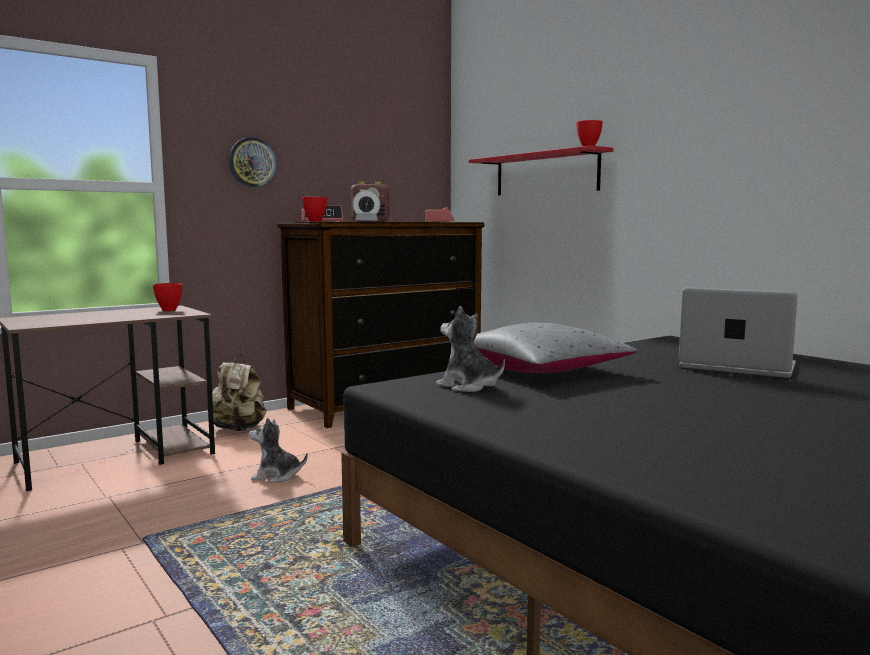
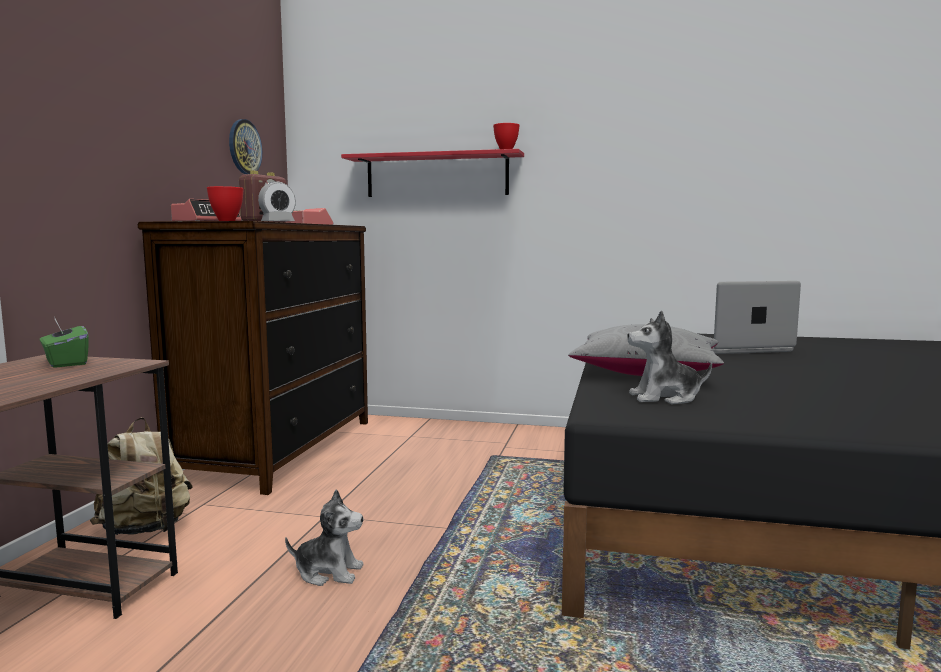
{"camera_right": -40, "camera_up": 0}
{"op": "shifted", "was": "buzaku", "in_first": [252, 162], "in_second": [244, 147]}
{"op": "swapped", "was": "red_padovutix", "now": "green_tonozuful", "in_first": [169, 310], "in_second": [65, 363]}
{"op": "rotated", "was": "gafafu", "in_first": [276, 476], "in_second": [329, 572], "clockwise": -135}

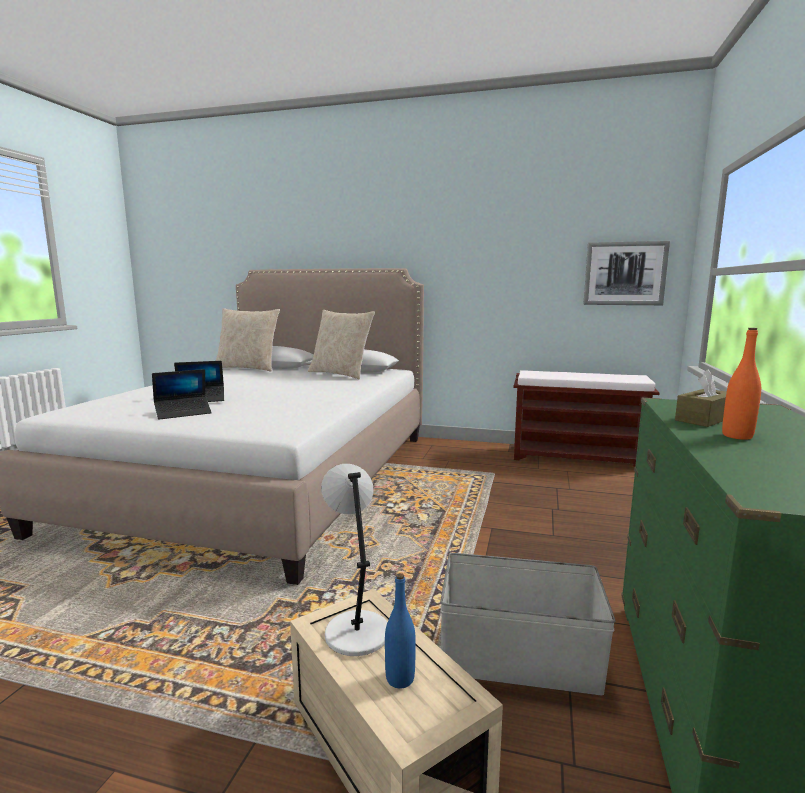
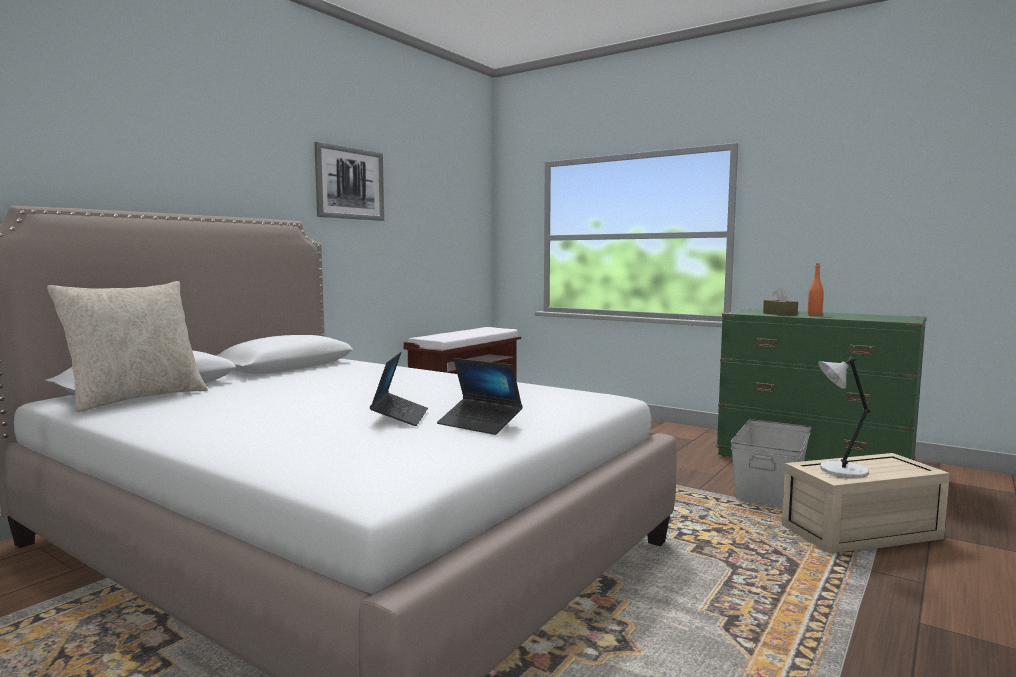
{"camera_right": -70, "camera_up": -5}
{"op": "shifted", "was": "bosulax", "in_first": [624, 273], "in_second": [350, 183]}
{"op": "gone", "was": "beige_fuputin", "in_first": [341, 374]}
{"op": "rotated", "was": "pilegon", "in_first": [183, 413], "in_second": [479, 424], "clockwise": 135}
{"op": "gone", "was": "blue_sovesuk", "in_first": [400, 678]}

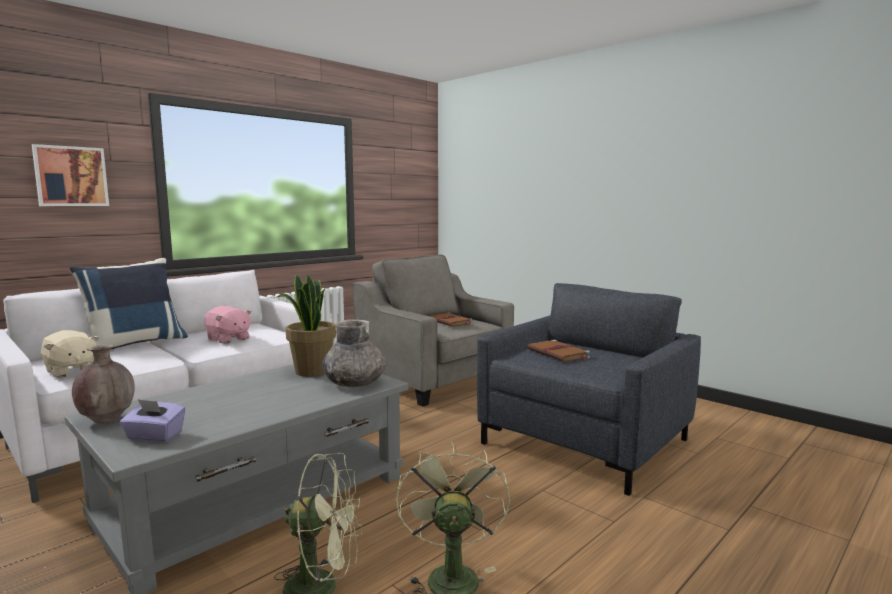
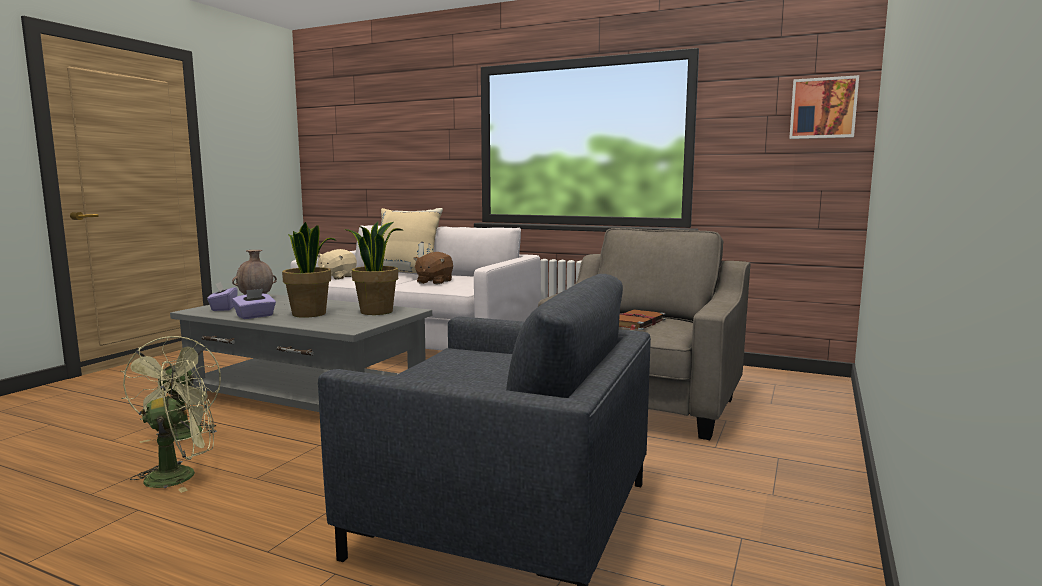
{"camera_right": 70, "camera_up": 0}
{"op": "shifted", "was": "bosulax", "in_first": [71, 176], "in_second": [823, 108]}
{"op": "repainted", "was": "blue_fuputin", "now": "beige_fuputin", "in_first": [135, 344], "in_second": [407, 273]}
{"op": "repainted", "was": "pink_gafafu", "now": "brown_gafafu", "in_first": [228, 339], "in_second": [434, 282]}
{"op": "gone", "was": "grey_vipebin", "in_first": [354, 383]}
{"op": "gone", "was": "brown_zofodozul", "in_first": [558, 354]}
{"op": "new", "now": "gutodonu", "in_second": [310, 314]}
{"op": "new", "now": "purple_tonozuful", "in_second": [255, 316]}

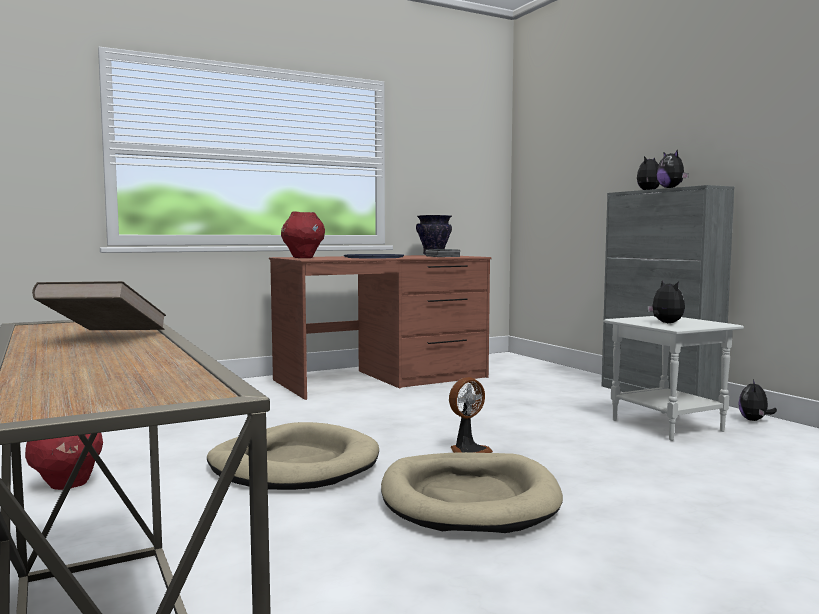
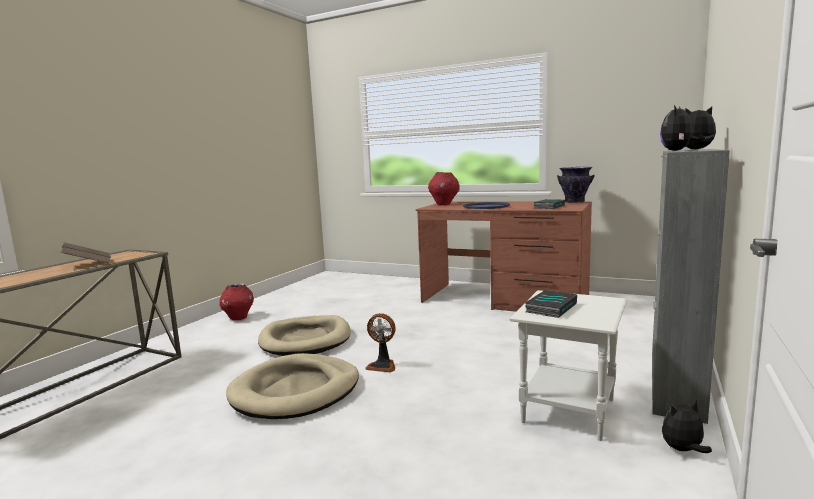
{"camera_right": 55, "camera_up": 5}
{"op": "swapped", "was": "gafafu", "now": "zofodozul", "in_first": [665, 323], "in_second": [550, 307]}

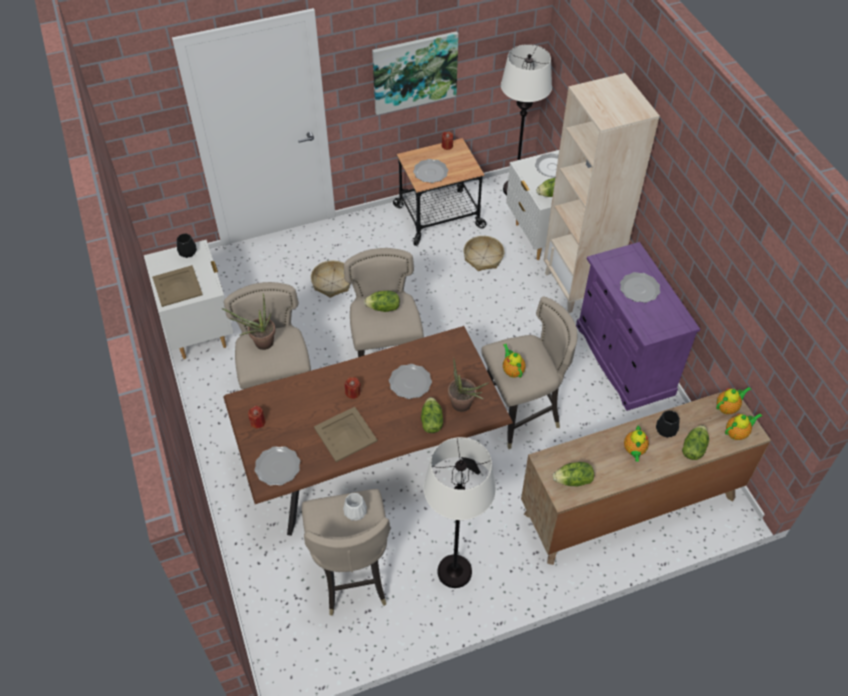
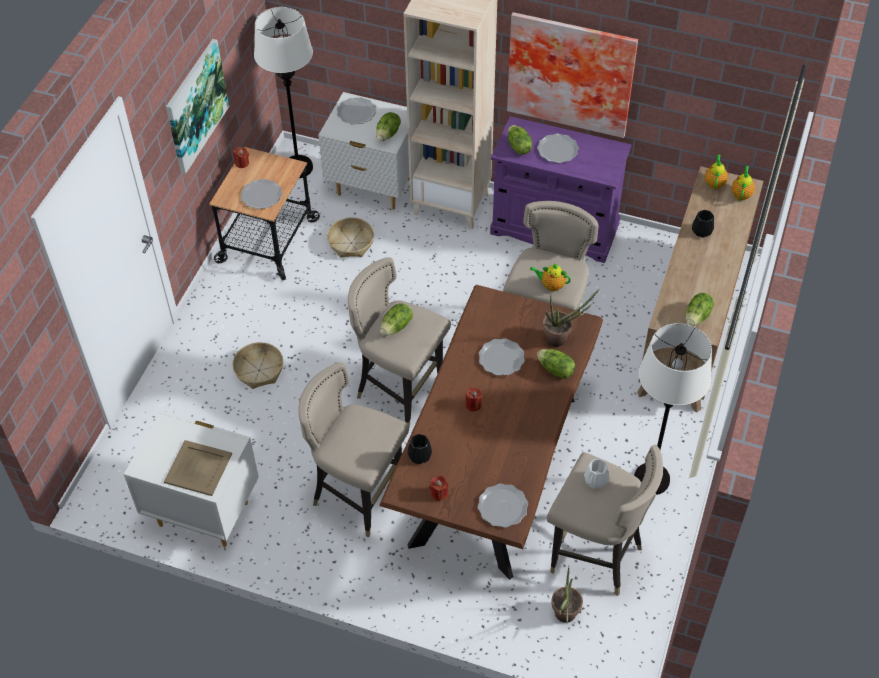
{"camera_right": -50, "camera_up": 0}
{"op": "shifted", "was": "black_vipebin", "in_first": [187, 253], "in_second": [420, 456]}
{"op": "shifted", "was": "gutodonu", "in_first": [260, 344], "in_second": [564, 617]}
{"op": "gone", "was": "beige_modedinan", "in_first": [346, 434]}
{"op": "gone", "was": "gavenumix", "in_first": [634, 451]}
{"op": "shifted", "was": "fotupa", "in_first": [693, 448], "in_second": [518, 147]}
{"op": "new", "now": "bosulax", "in_second": [571, 72]}

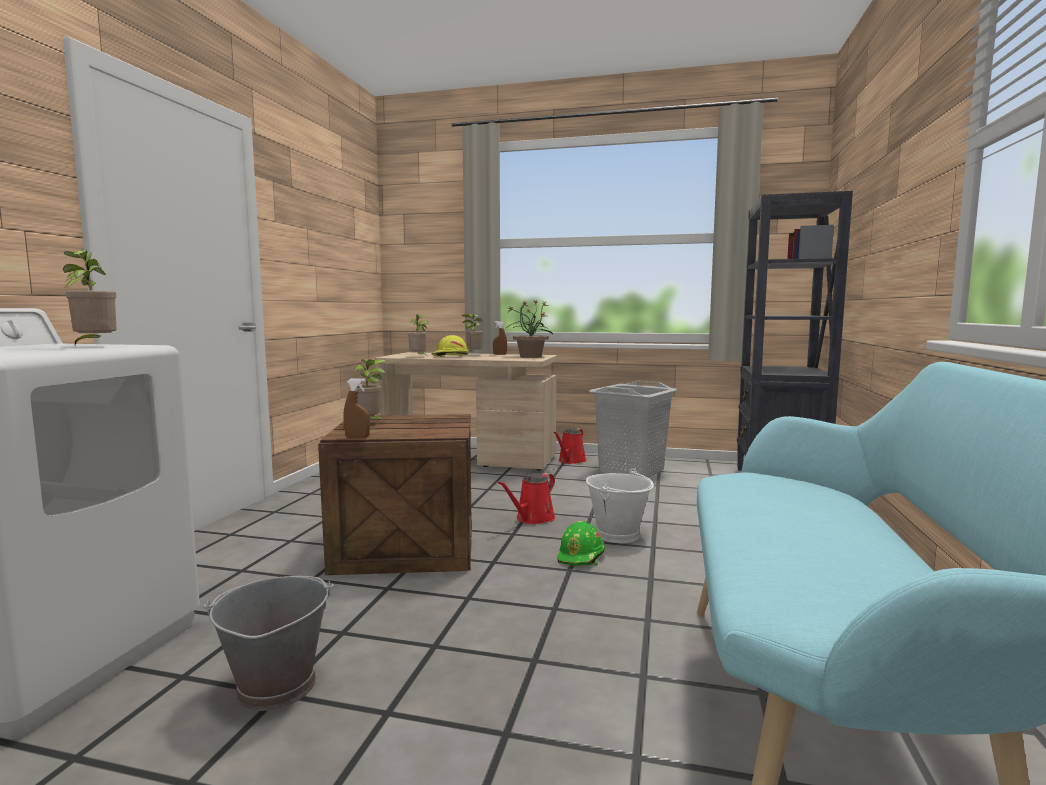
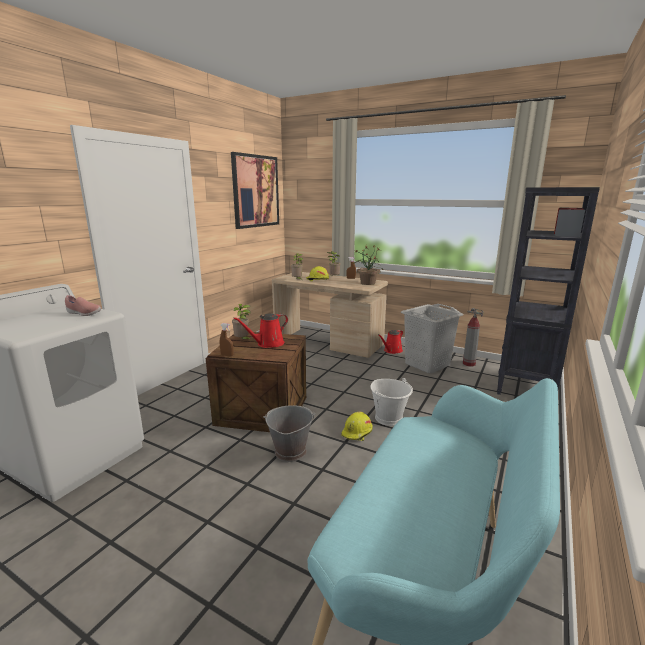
{"camera_right": 15, "camera_up": 10}
{"op": "swapped", "was": "gutodonu", "now": "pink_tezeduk", "in_first": [94, 346], "in_second": [83, 313]}
{"op": "shifted", "was": "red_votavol", "in_first": [532, 519], "in_second": [268, 344]}
{"op": "repainted", "was": "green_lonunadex", "now": "yellow_lonunadex", "in_first": [581, 556], "in_second": [357, 432]}
{"op": "shifted", "was": "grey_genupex", "in_first": [275, 686], "in_second": [290, 451]}
{"op": "new", "now": "bosulax", "in_second": [255, 191]}
{"op": "new", "now": "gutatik", "in_second": [468, 364]}

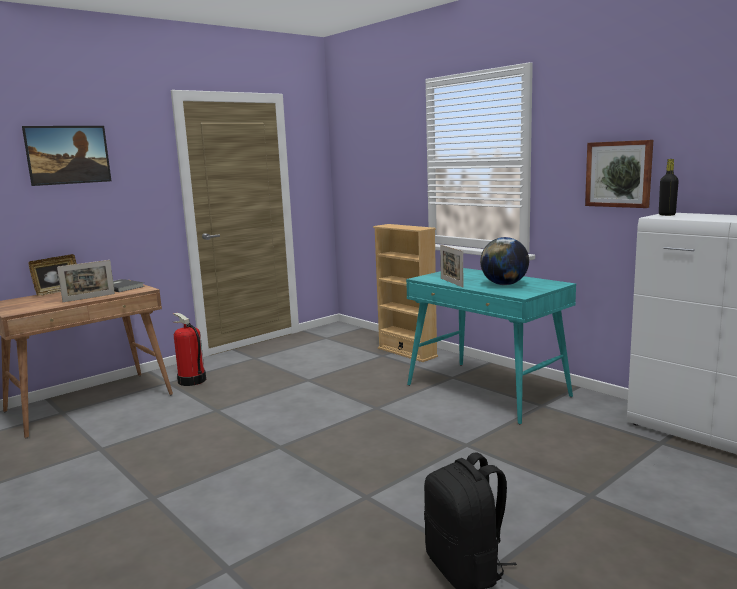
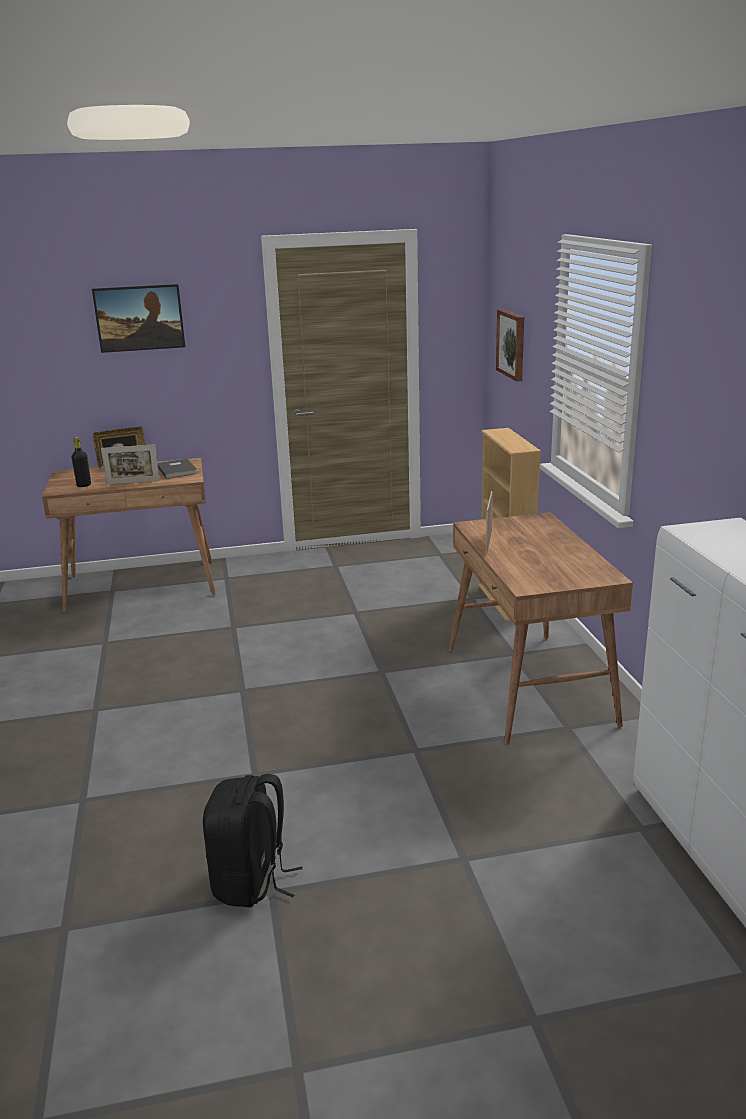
{"camera_right": 30, "camera_up": 10}
{"op": "shifted", "was": "bosulax", "in_first": [619, 174], "in_second": [512, 344]}
{"op": "shifted", "was": "black_sovesuk", "in_first": [667, 215], "in_second": [84, 485]}
{"op": "gone", "was": "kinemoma", "in_first": [504, 284]}
{"op": "repainted", "was": "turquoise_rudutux", "now": "brown_rudutux", "in_first": [488, 391], "in_second": [529, 686]}
{"op": "gone", "was": "gutatik", "in_first": [191, 381]}

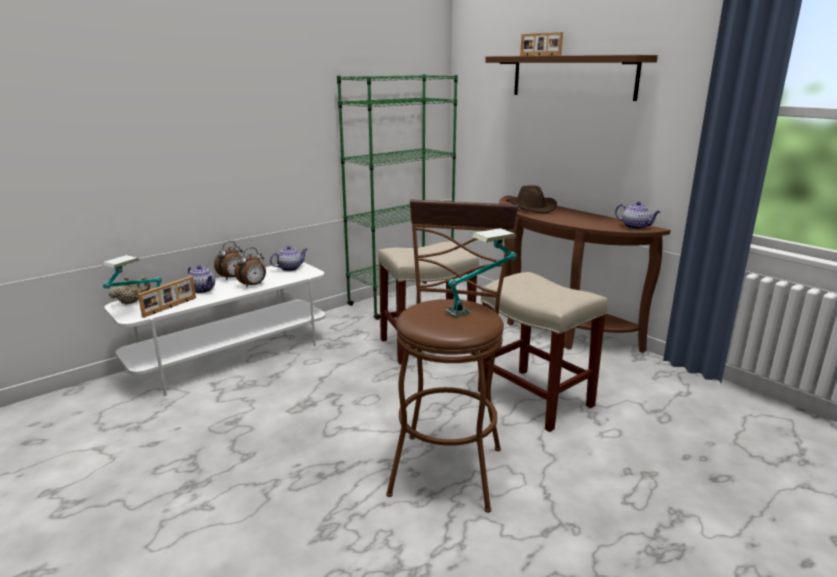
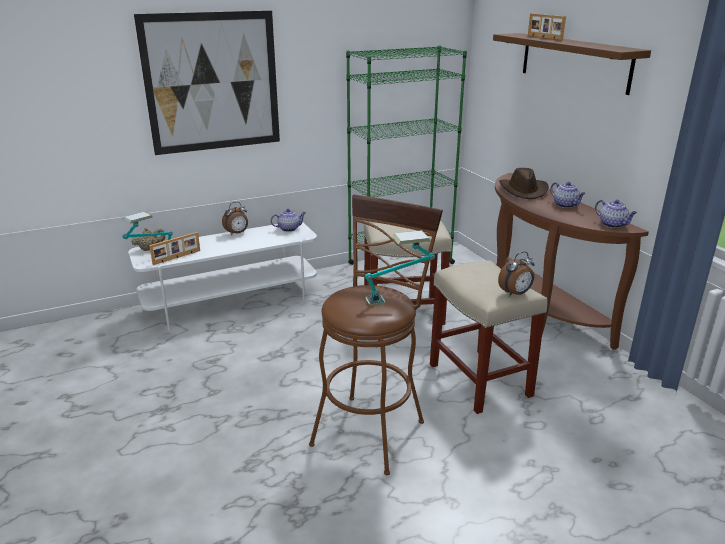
{"camera_right": 15, "camera_up": 5}
{"op": "shifted", "was": "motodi", "in_first": [253, 285], "in_second": [515, 294]}
{"op": "shifted", "was": "gavenumix", "in_first": [203, 290], "in_second": [566, 205]}
{"op": "new", "now": "bosulax", "in_second": [212, 83]}

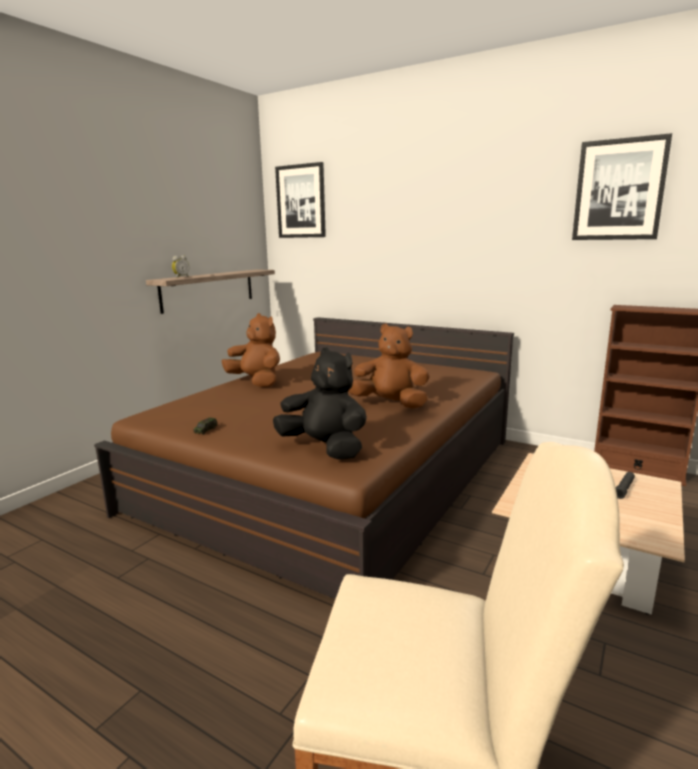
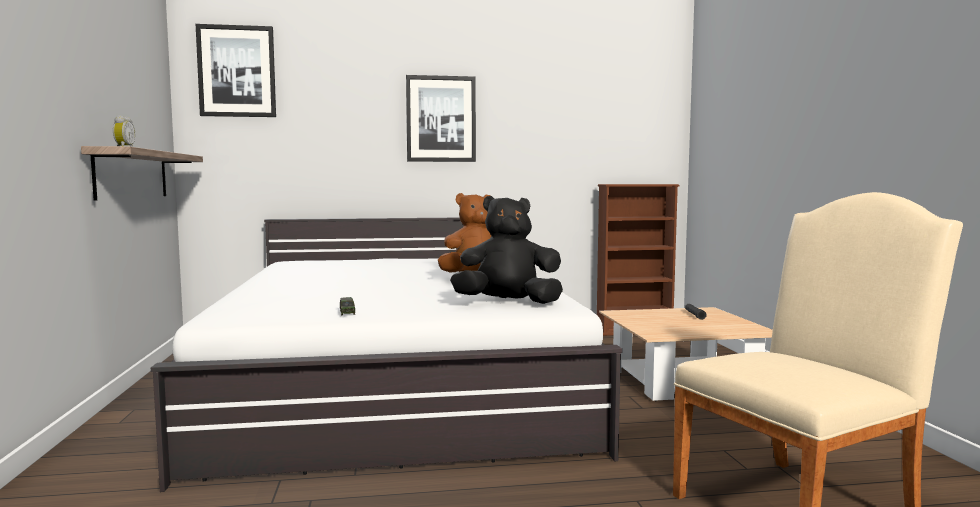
{"camera_right": -40, "camera_up": -10}
{"op": "shifted", "was": "bosulax", "in_first": [619, 190], "in_second": [441, 119]}
{"op": "gone", "was": "brown_gafafu", "in_first": [256, 382]}
{"op": "repainted", "was": "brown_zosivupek", "now": "white_zosivupek", "in_first": [335, 474], "in_second": [398, 384]}

